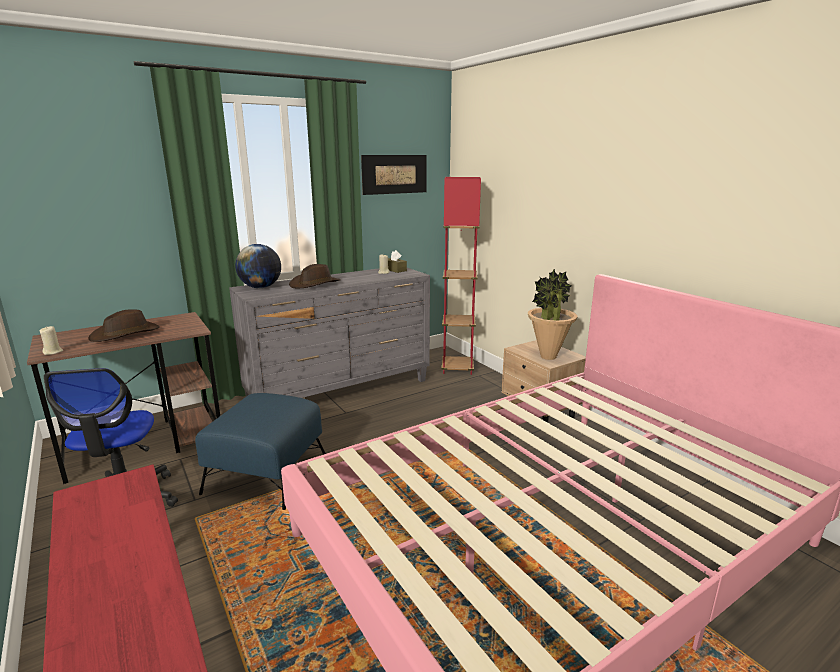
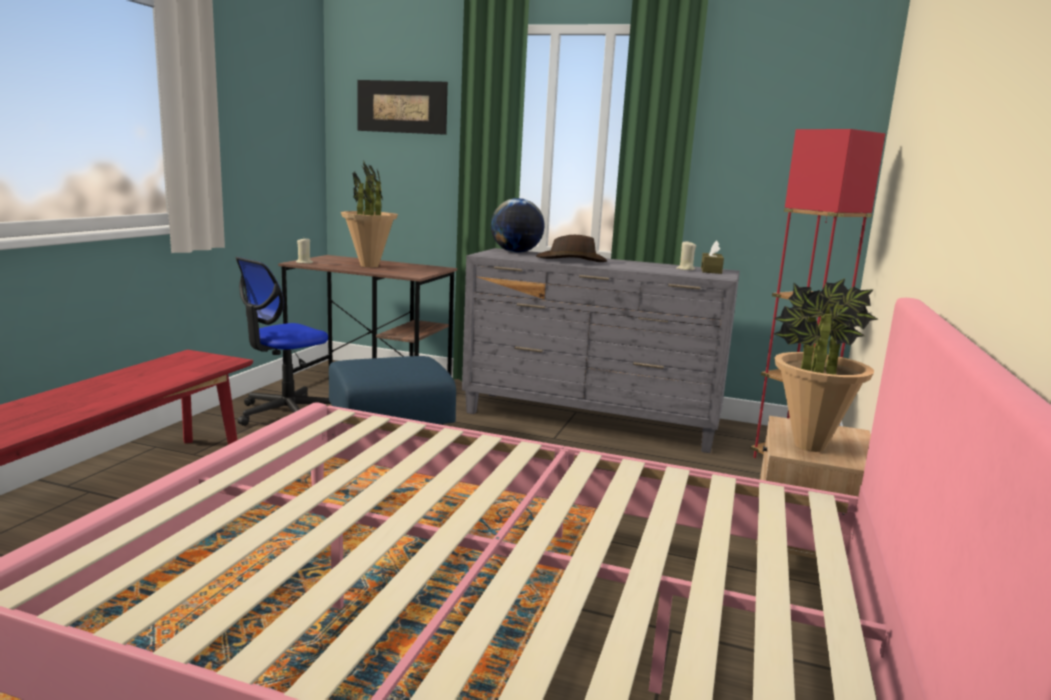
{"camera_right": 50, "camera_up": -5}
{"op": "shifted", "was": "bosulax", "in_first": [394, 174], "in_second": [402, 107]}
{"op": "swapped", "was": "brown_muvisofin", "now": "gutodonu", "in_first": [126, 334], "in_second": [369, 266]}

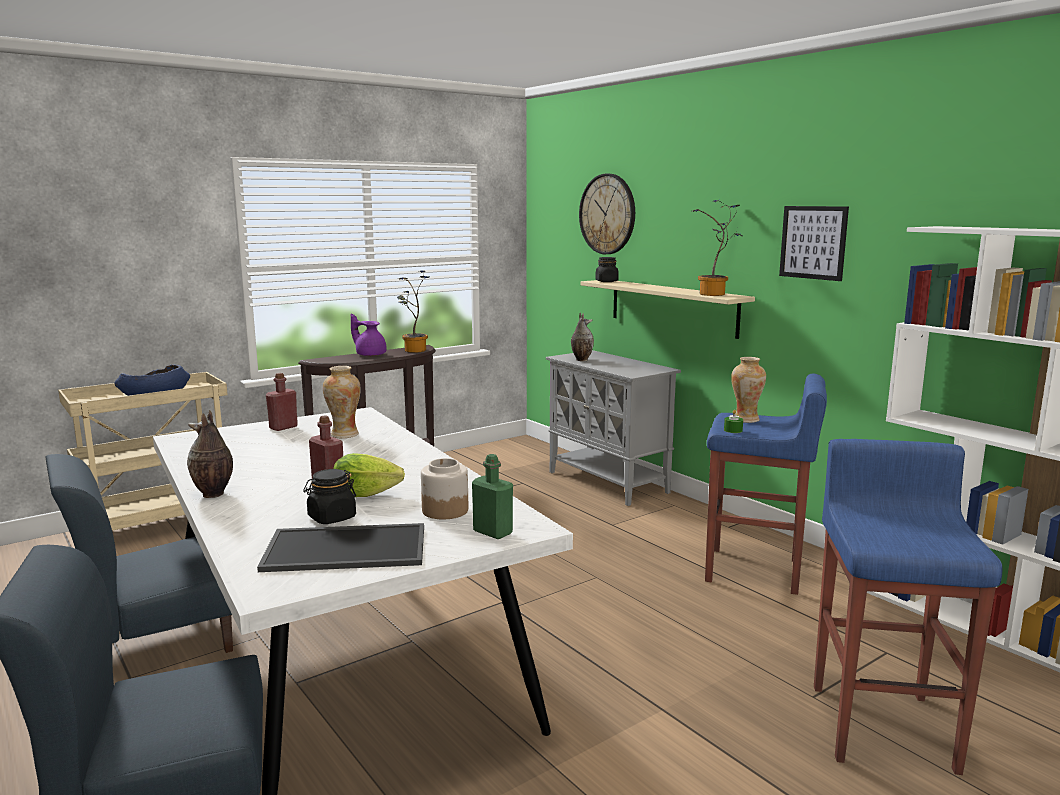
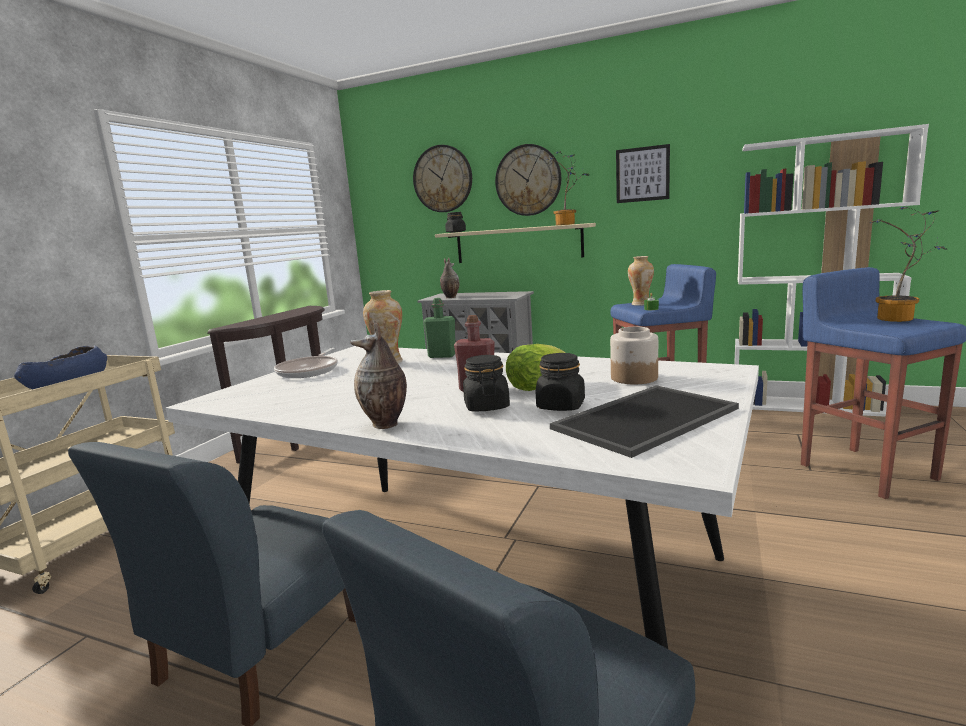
{"camera_right": -30, "camera_up": 0}
{"op": "shifted", "was": "gutodonu", "in_first": [413, 351], "in_second": [899, 319]}
{"op": "gone", "was": "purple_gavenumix", "in_first": [370, 355]}
{"op": "swapped", "was": "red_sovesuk", "now": "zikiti", "in_first": [283, 427], "in_second": [310, 371]}
{"op": "shifted", "was": "green_sovesuk", "in_first": [492, 532], "in_second": [442, 356]}
{"op": "new", "now": "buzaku", "in_second": [528, 180]}
{"op": "new", "now": "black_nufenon", "in_second": [486, 406]}

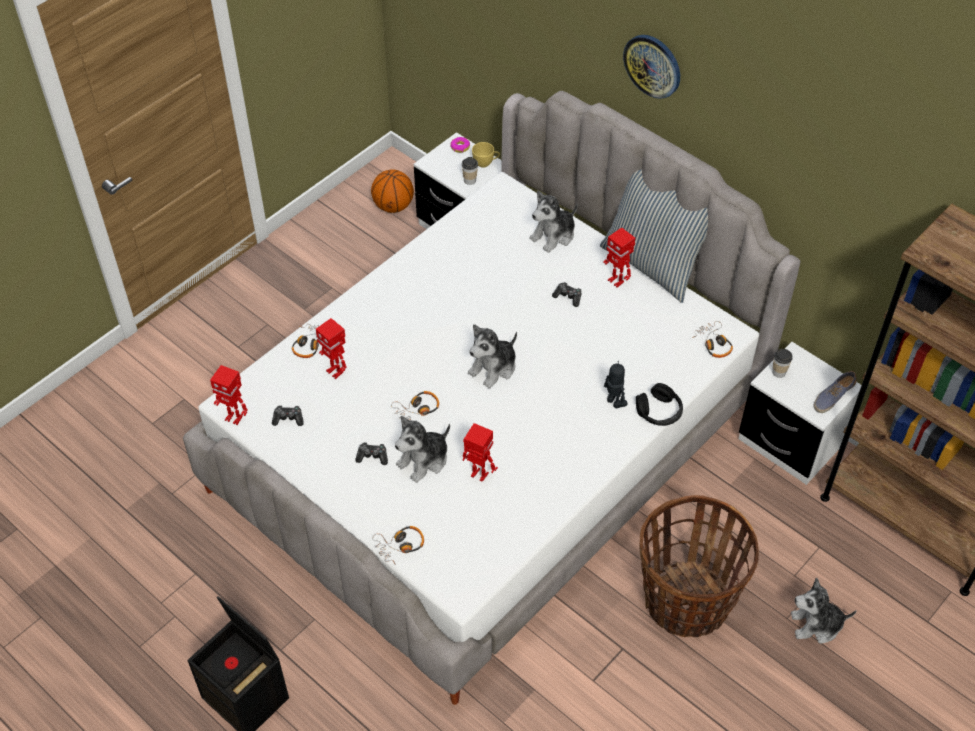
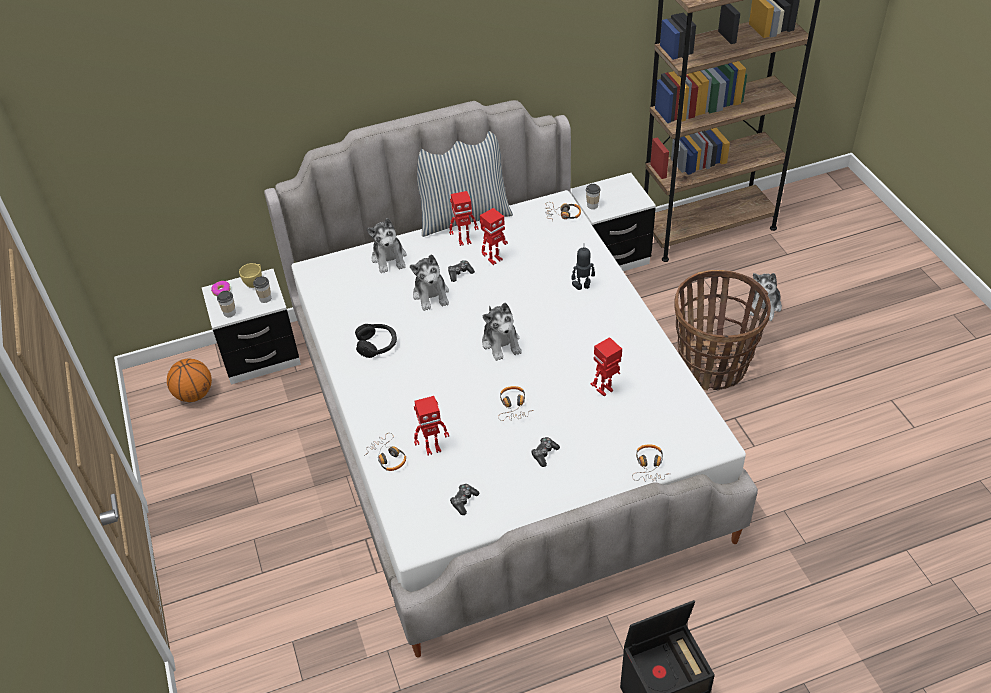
{"camera_right": -60, "camera_up": -5}
{"op": "gone", "was": "buzaku", "in_first": [653, 65]}
{"op": "shifted", "was": "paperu", "in_first": [234, 418], "in_second": [494, 259]}
{"op": "gone", "was": "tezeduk", "in_first": [833, 396]}
{"op": "shifted", "was": "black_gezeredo", "in_first": [659, 412], "in_second": [377, 345]}
{"op": "shifted", "was": "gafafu", "in_first": [424, 460], "in_second": [431, 294]}
{"op": "new", "now": "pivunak", "in_second": [229, 313]}

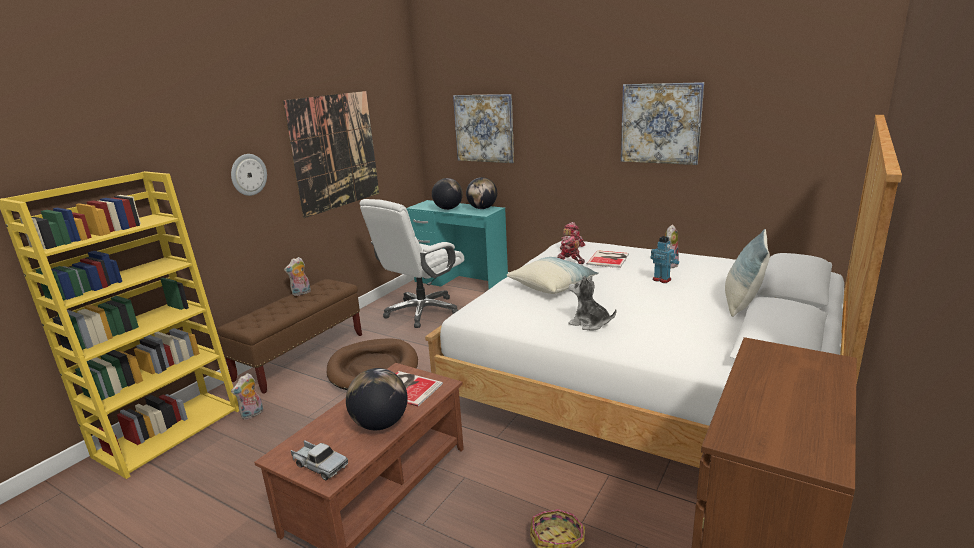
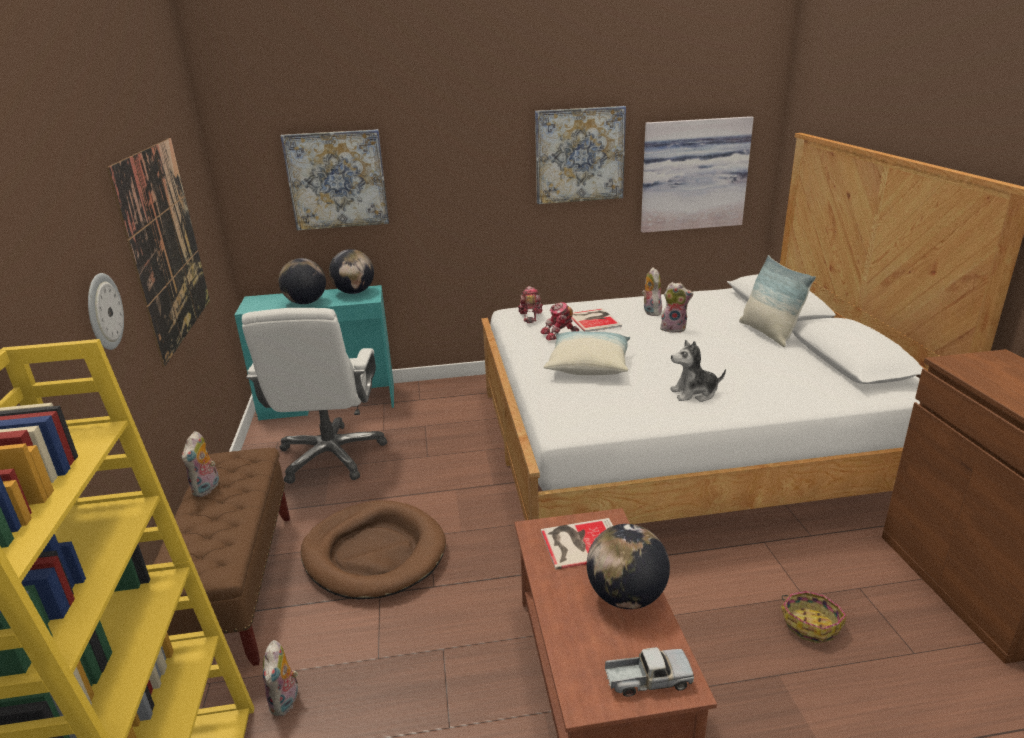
{"camera_right": -40, "camera_up": 5}
{"op": "swapped", "was": "paperu", "now": "gafafu", "in_first": [662, 279], "in_second": [674, 328]}
{"op": "new", "now": "bosulax", "in_second": [693, 174]}

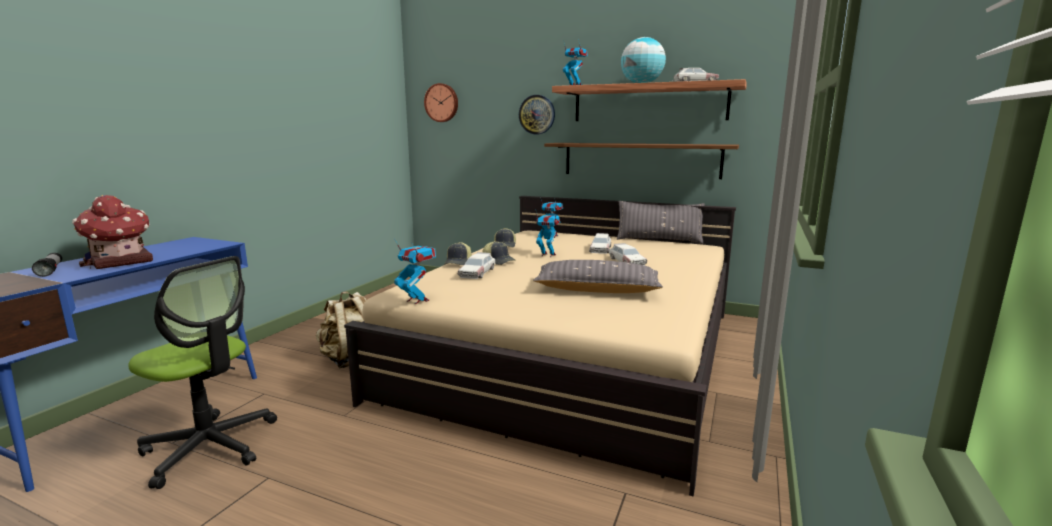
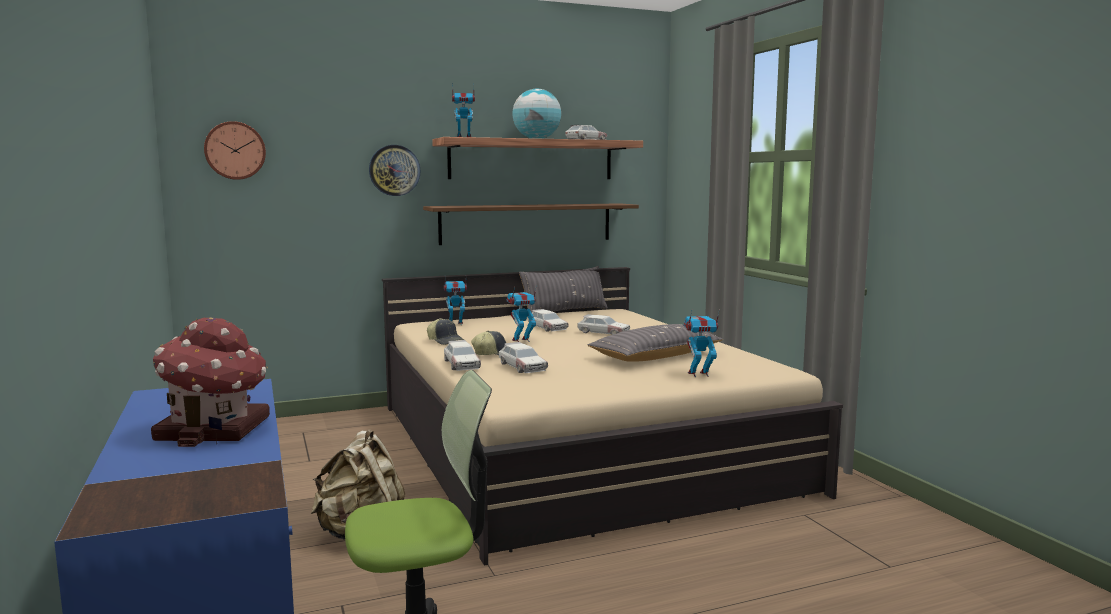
{"camera_right": -45, "camera_up": -5}
{"op": "shifted", "was": "paperu", "in_first": [417, 300], "in_second": [699, 374]}
{"op": "swapped", "was": "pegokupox", "now": "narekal", "in_first": [458, 262], "in_second": [461, 364]}
{"op": "gone", "was": "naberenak", "in_first": [51, 270]}

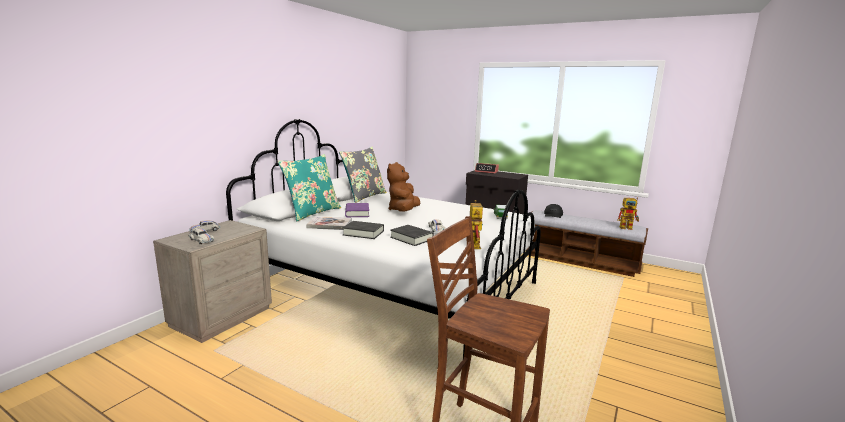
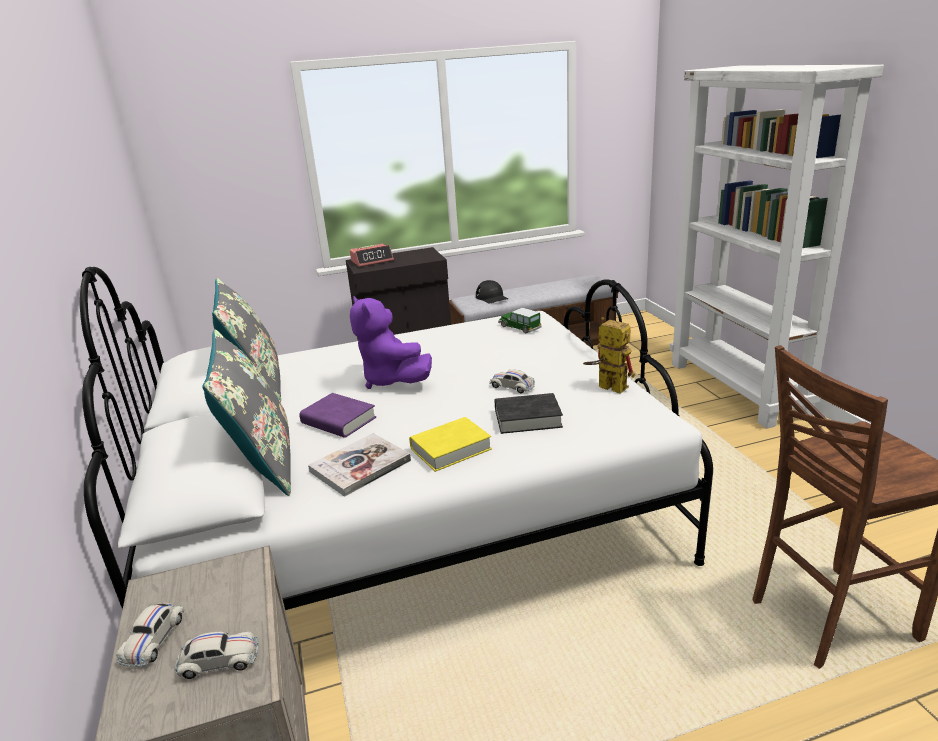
{"camera_right": -45, "camera_up": 10}
{"op": "repainted", "was": "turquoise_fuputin", "now": "grey_fuputin", "in_first": [312, 213], "in_second": [262, 463]}
{"op": "repainted", "was": "brown_gafafu", "now": "purple_gafafu", "in_first": [403, 211], "in_second": [391, 380]}
{"op": "gone", "was": "paperu", "in_first": [628, 228]}
{"op": "repainted", "was": "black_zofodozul", "now": "yellow_zofodozul", "in_first": [363, 233], "in_second": [450, 449]}
{"op": "new", "now": "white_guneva", "in_second": [738, 389]}

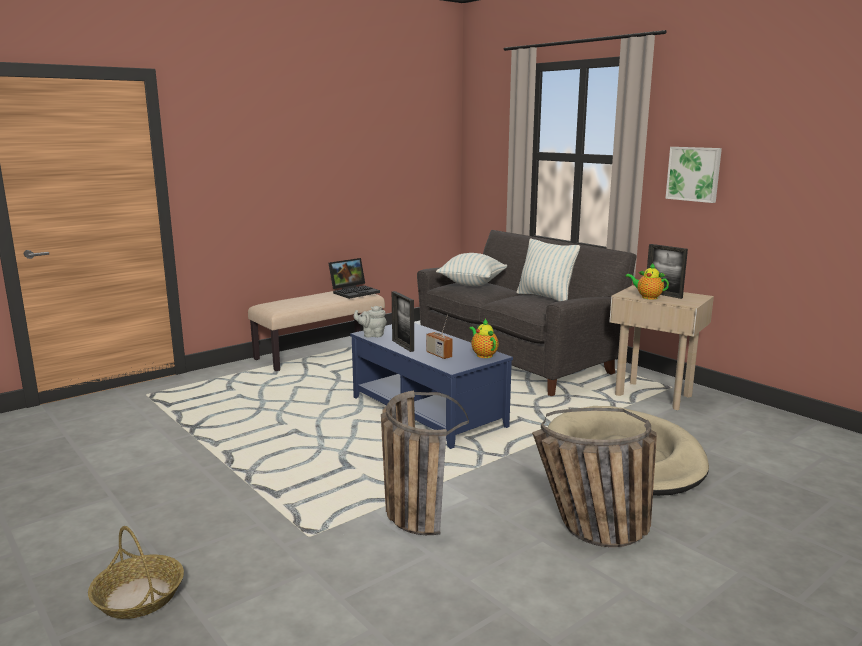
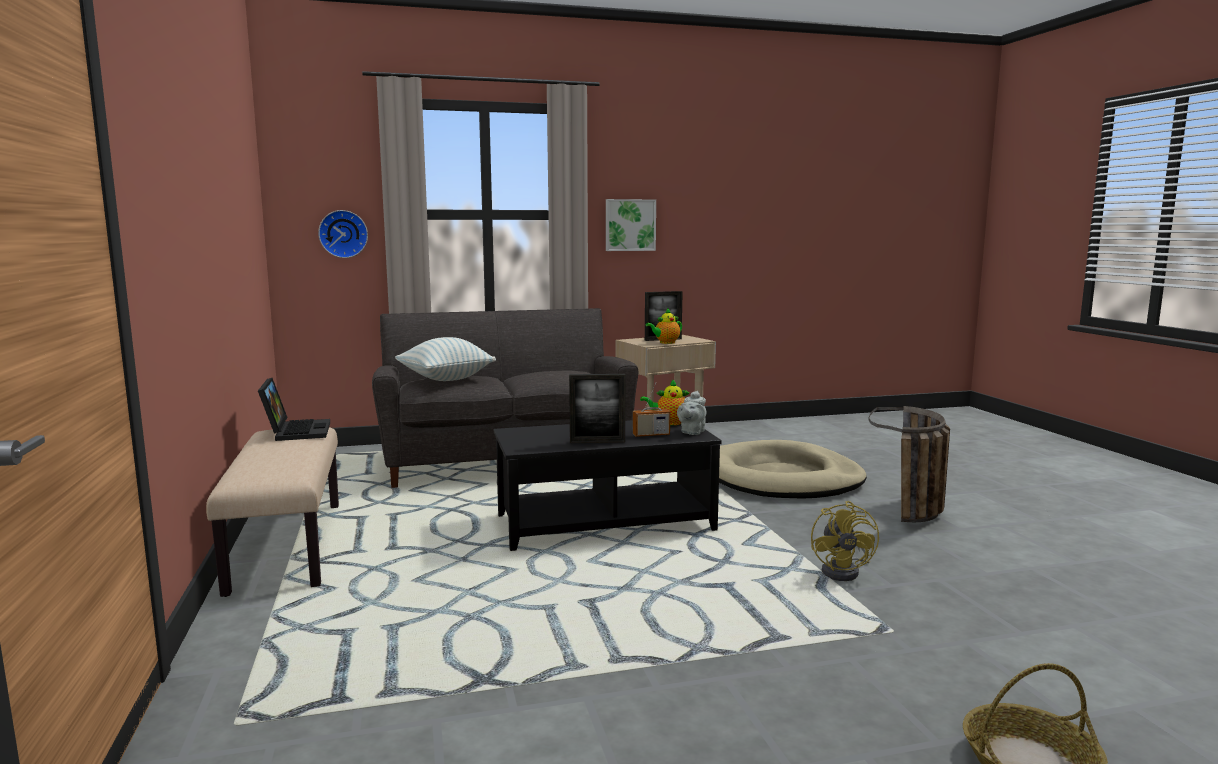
{"camera_right": -65, "camera_up": -5}
{"op": "gone", "was": "fuputin", "in_first": [545, 297]}
{"op": "shifted", "was": "grey_gavenumix", "in_first": [372, 335], "in_second": [691, 432]}
{"op": "repainted", "was": "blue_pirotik", "now": "black_pirotik", "in_first": [428, 412], "in_second": [604, 523]}
{"op": "swapped", "was": "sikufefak", "now": "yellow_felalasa", "in_first": [411, 508], "in_second": [845, 571]}
{"op": "new", "now": "buzaku", "in_second": [343, 234]}

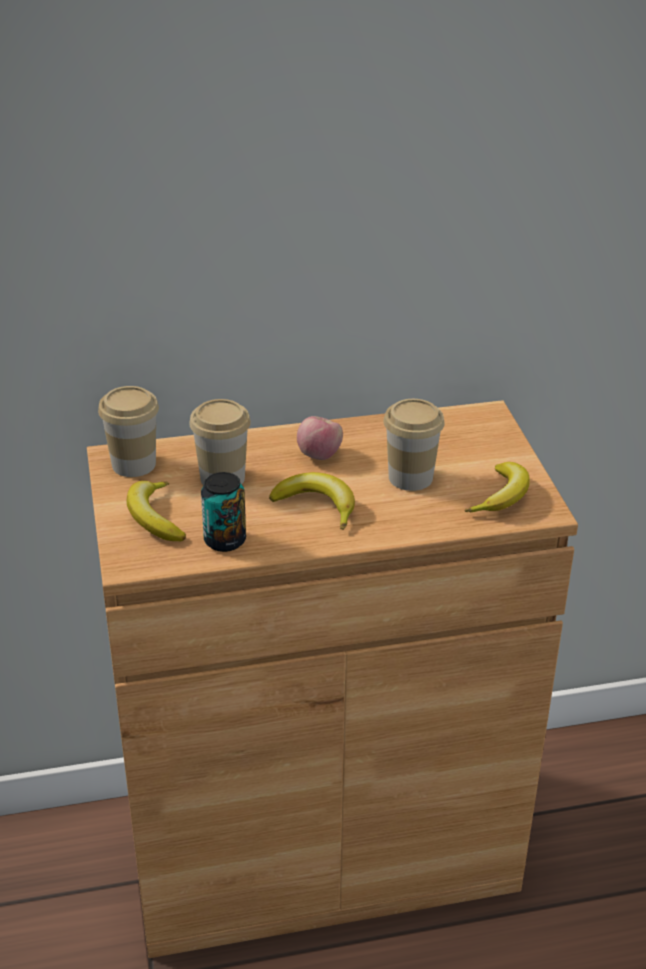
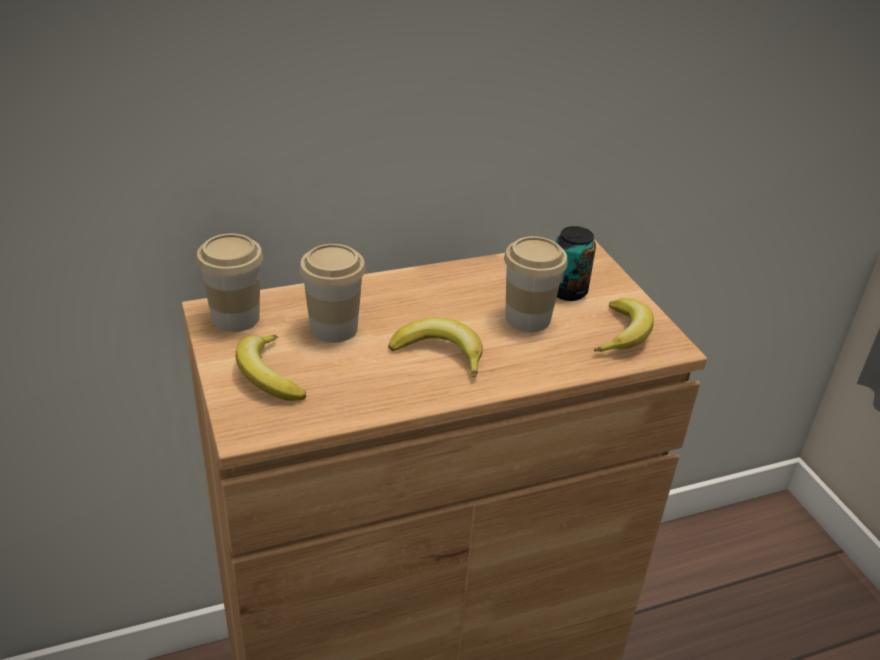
{"camera_right": -10, "camera_up": 0}
{"op": "gone", "was": "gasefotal", "in_first": [319, 455]}
{"op": "shifted", "was": "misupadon", "in_first": [225, 540], "in_second": [568, 291]}

